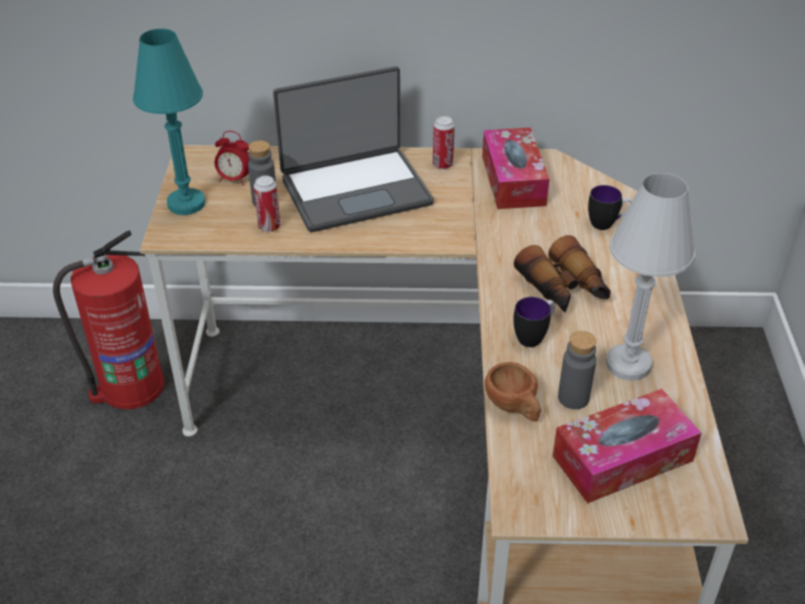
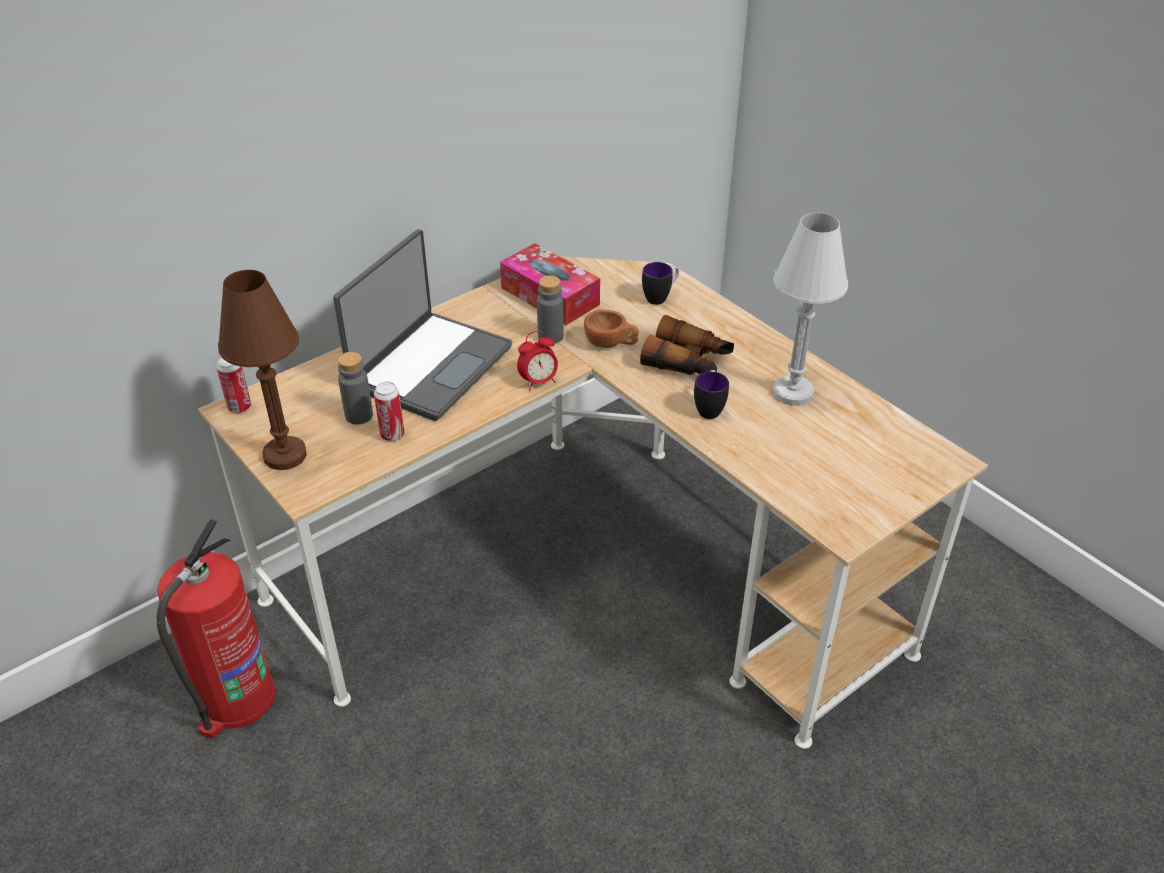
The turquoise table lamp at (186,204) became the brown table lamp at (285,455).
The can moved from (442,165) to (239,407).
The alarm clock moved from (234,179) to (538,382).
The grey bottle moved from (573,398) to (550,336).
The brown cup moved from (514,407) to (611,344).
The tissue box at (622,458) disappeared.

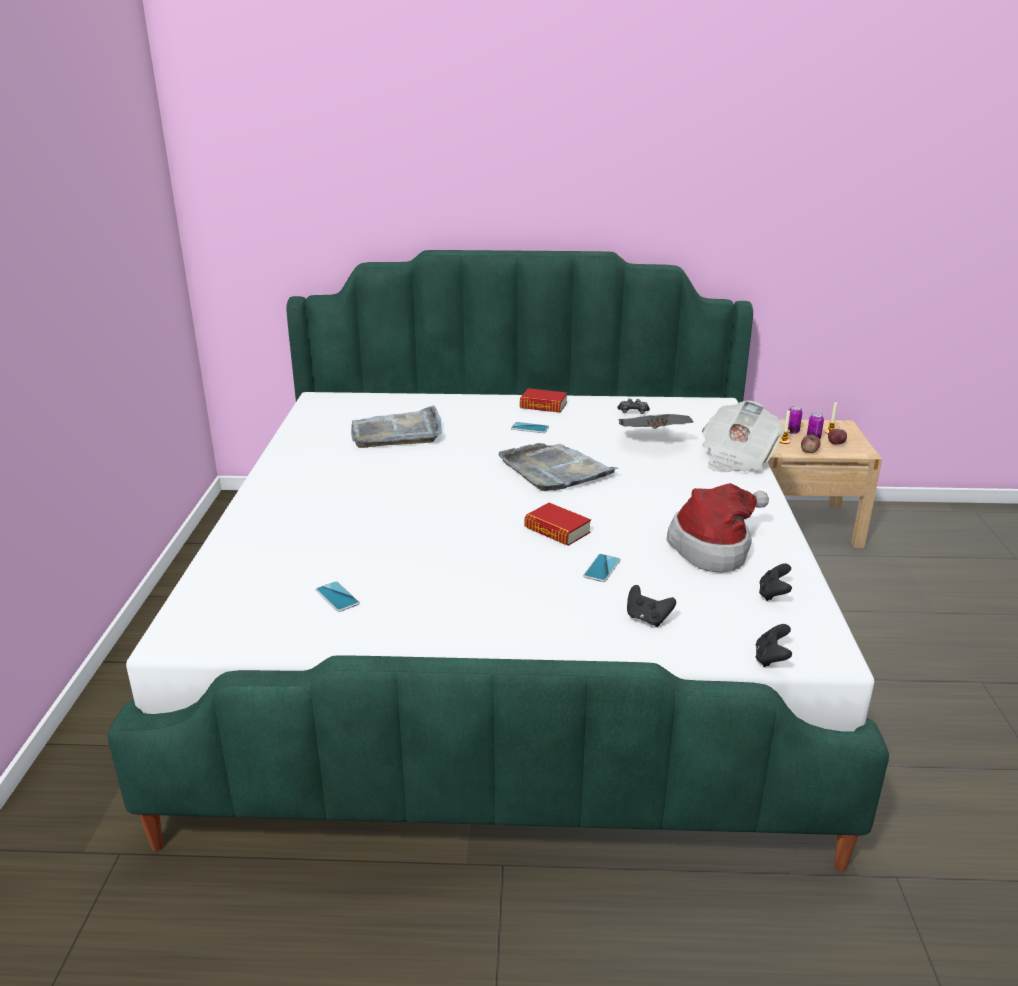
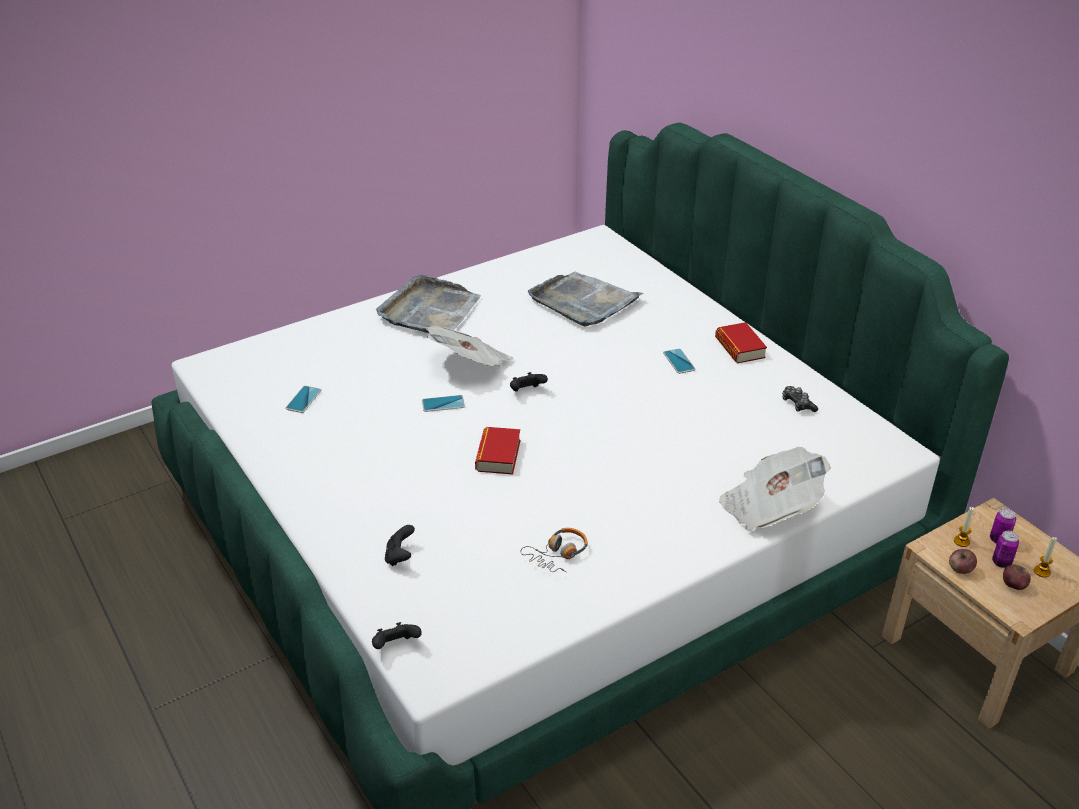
The newspaper moved from (653,440) to (471,365).
The grey tray moved from (554,470) to (429,310).
The hat at (715,547) was replaced by the headphones at (558,554).
The phone moved from (602,568) to (443,404).
The black game controller moved from (773,594) to (527,392).

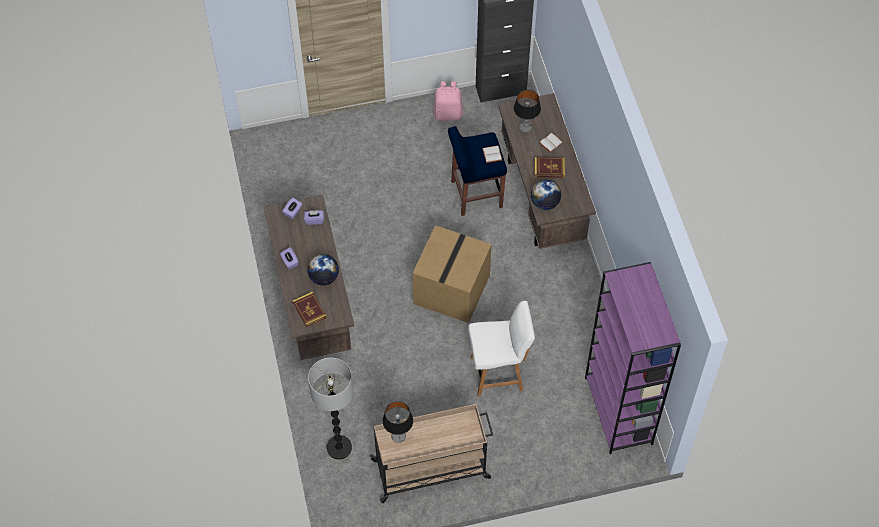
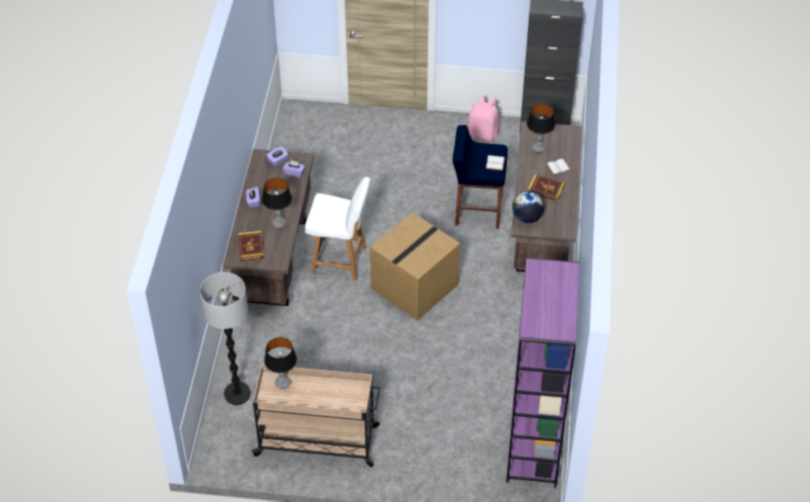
The globe at (324,277) was replaced by the table lamp at (279,223).
The white chair moved from (498,373) to (340,261).

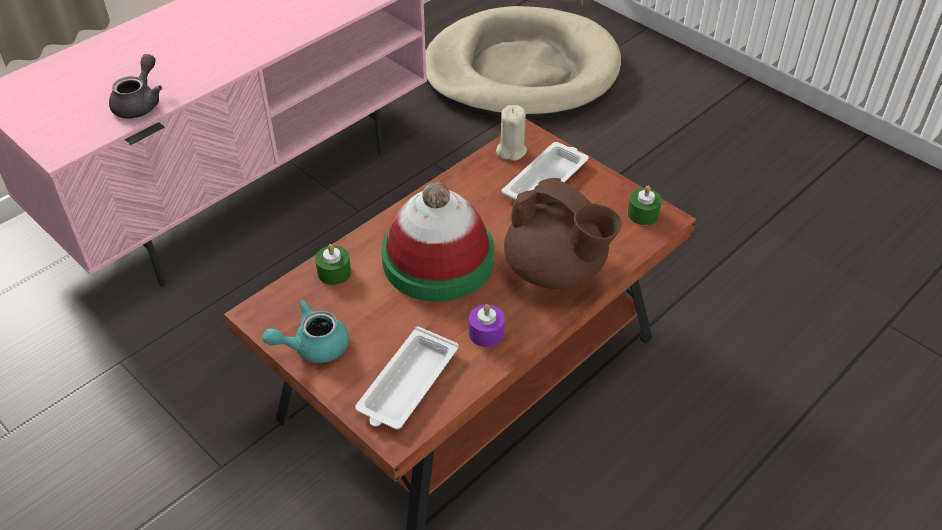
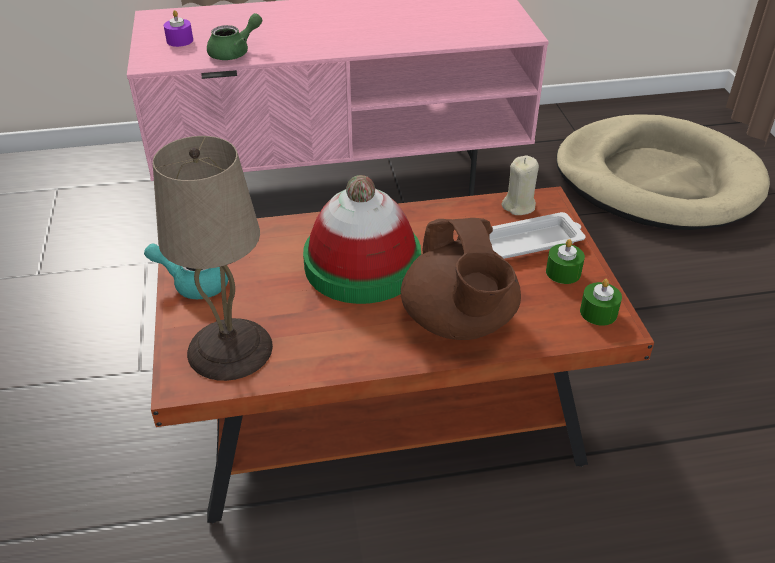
The grey teapot at (140,103) became the green teapot at (235,52).
The green candle moved from (334,272) to (563,272).
The purple candle moved from (486,333) to (180,40).
The white tray at (407,385) was replaced by the beige table lamp at (231,349).

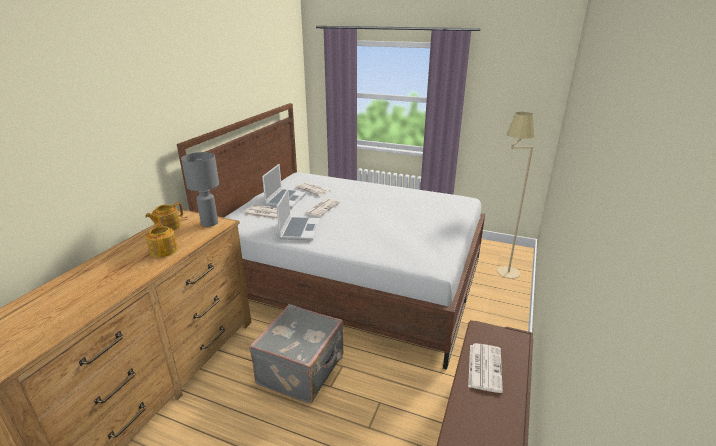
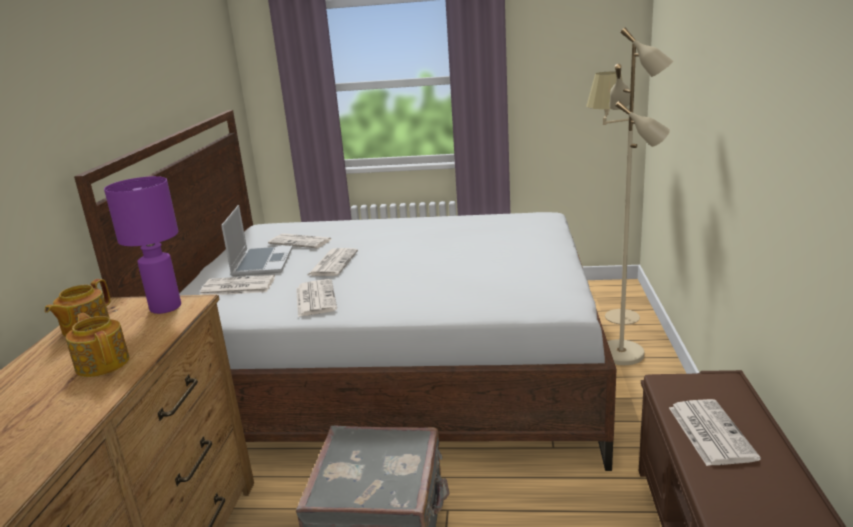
The grey table lamp at (209,223) became the purple table lamp at (164,307).
The laptop at (299,229) was replaced by the newspaper at (315,298).
The beige floor lamp at (622,353) appeared.

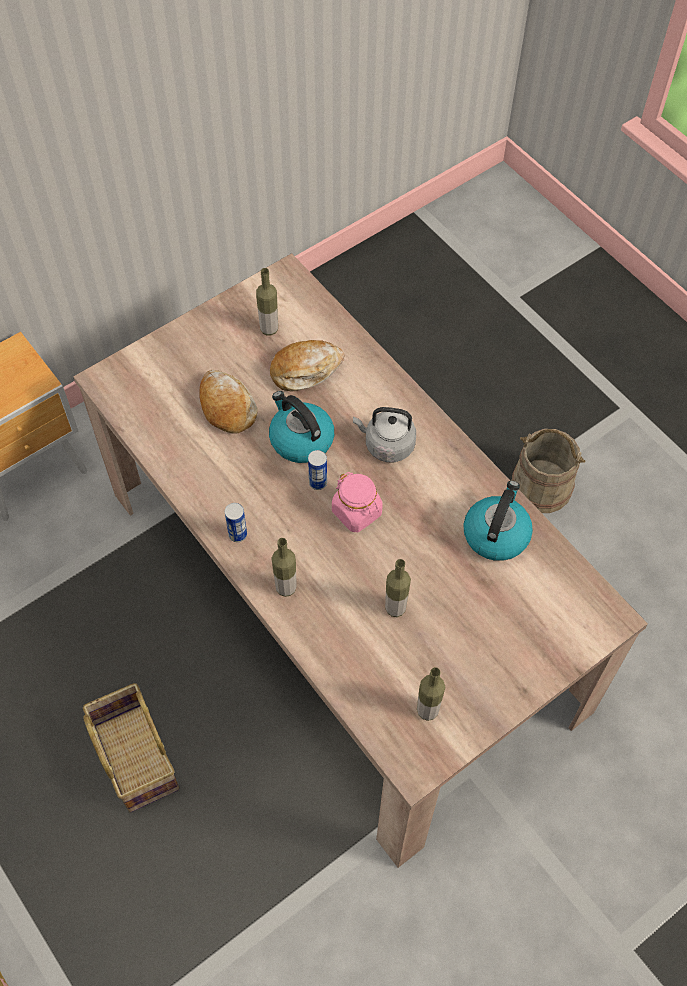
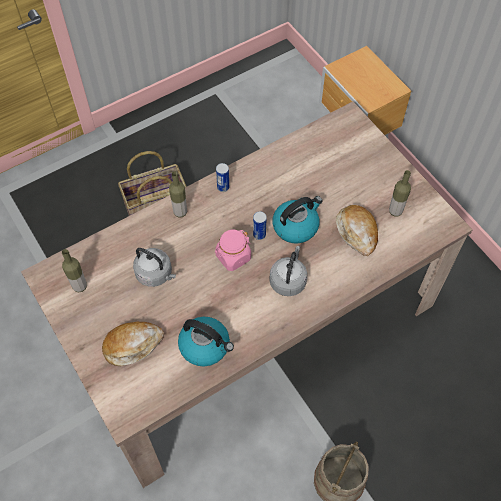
The bread moved from (226,407) to (132,345).
The bottle at (395,608) was replaced by the grey kettle at (156,274).

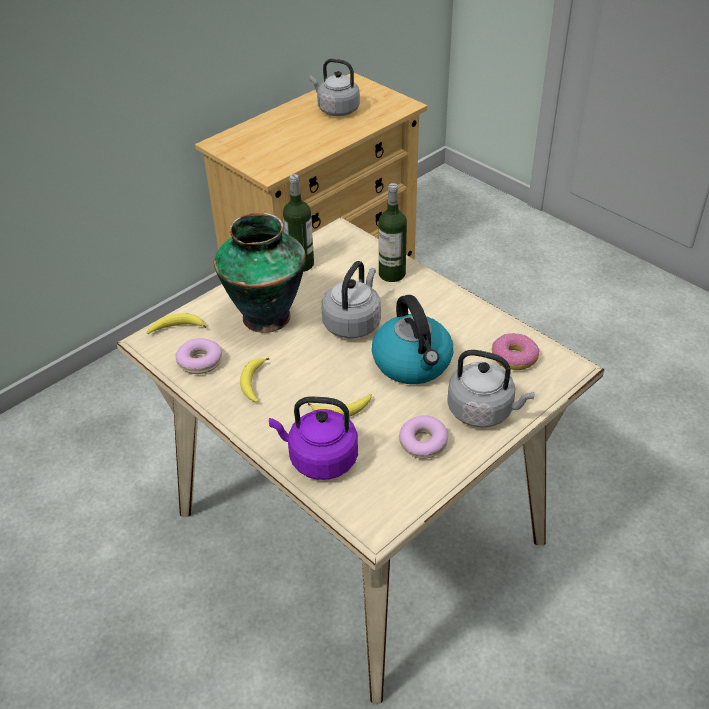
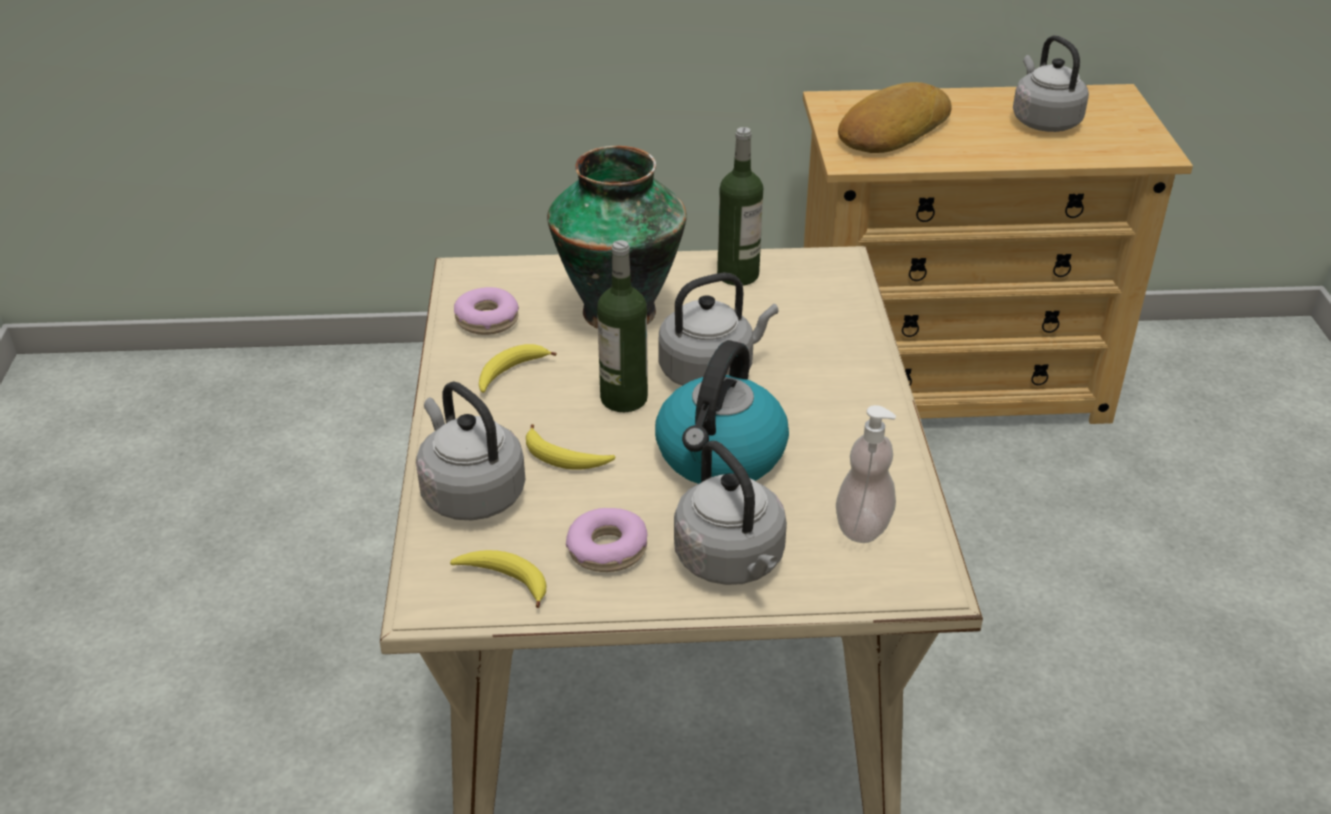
The bottle moved from (392,274) to (624,398).
The banana moved from (176,328) to (504,580).
The donut at (514,358) was replaced by the soap dispenser at (863,526).
The purple kettle at (319,459) became the grey kettle at (470,493).
The bread at (891,130) appeared.

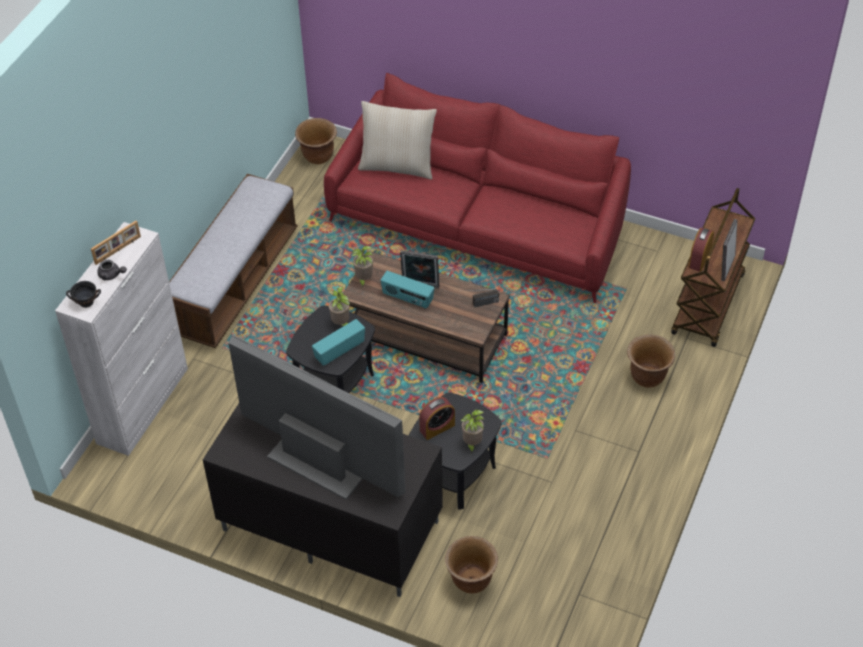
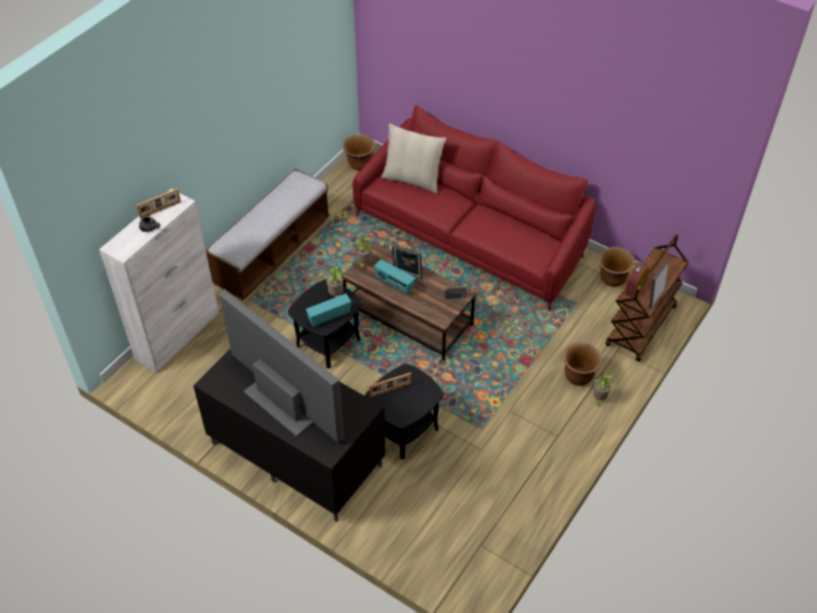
The black bowl at (86,302) disappeared.
The alarm clock at (437,427) was replaced by the picture frame at (390,390).
The potted plant moved from (472,444) to (598,399).
The brown planter moved from (471,581) to (612,279).

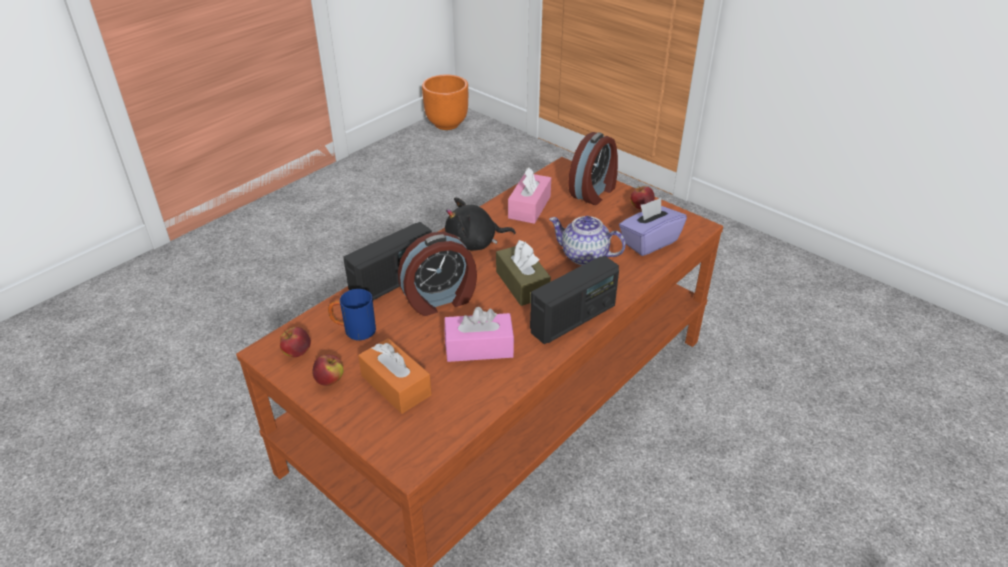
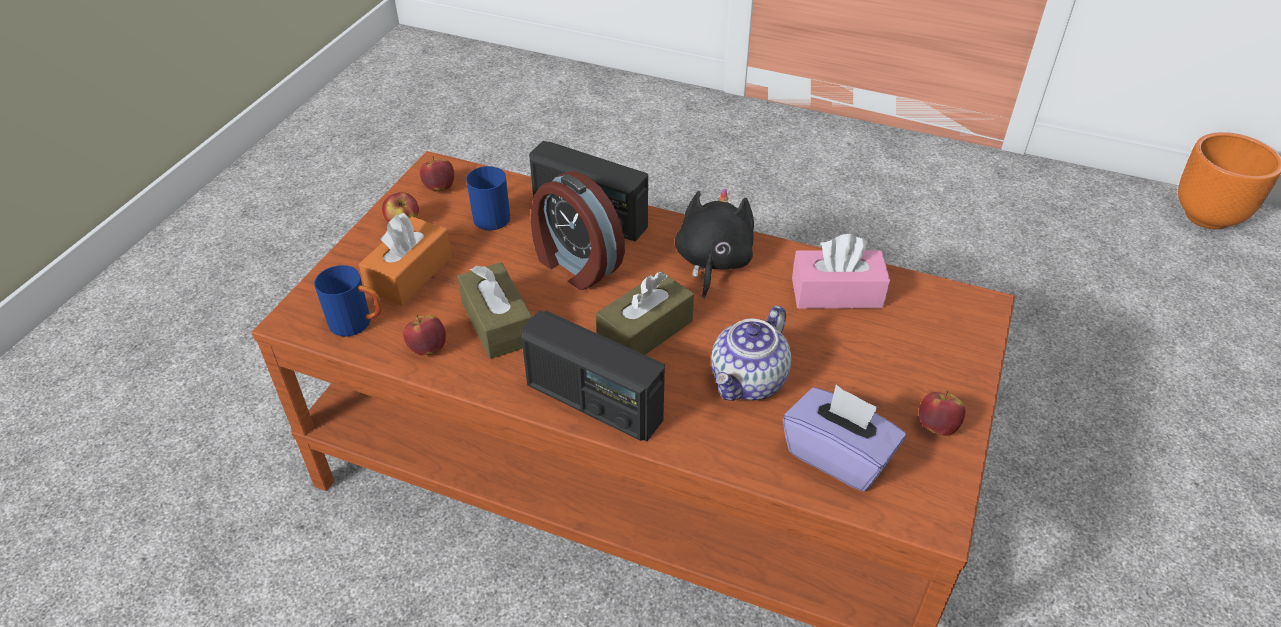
The alarm clock at (594,192) disappeared.
The black plush toy at (475,243) turned 45 degrees clockwise.
The teapot at (584,256) turned 150 degrees counterclockwise.
The pink tissue box at (479,347) became the brown tissue box at (497,323).
The blue mug at (358,323) appeared.
The apple at (427,349) appeared.

